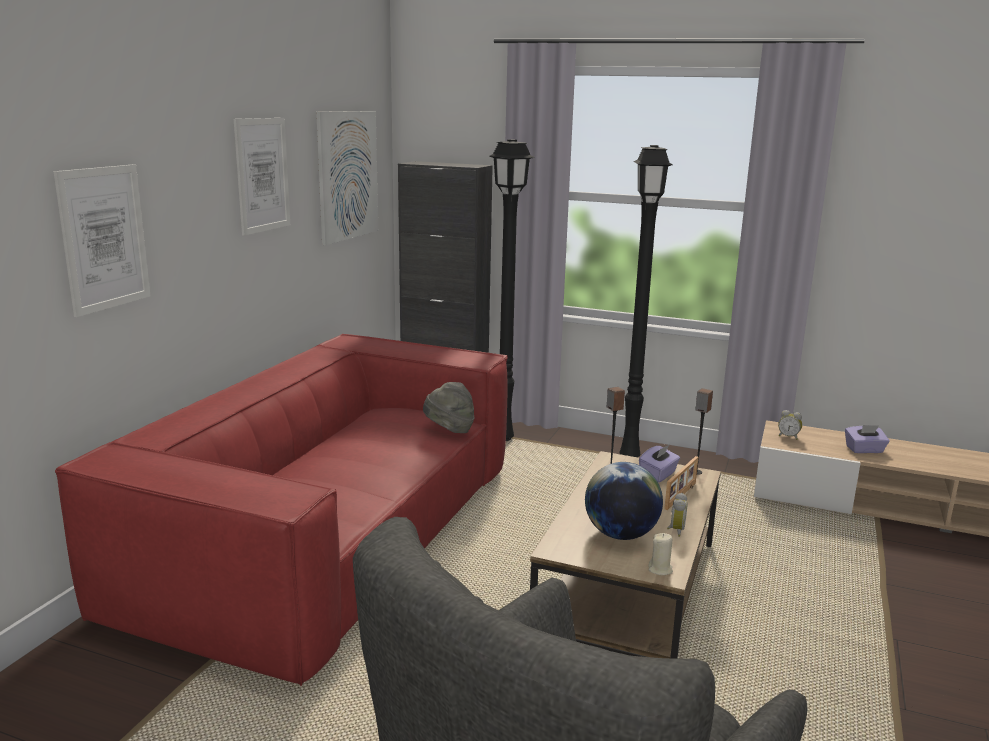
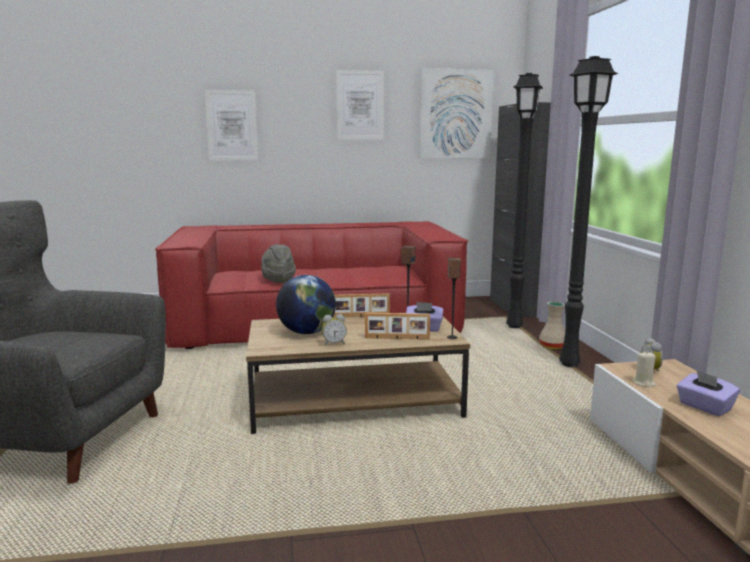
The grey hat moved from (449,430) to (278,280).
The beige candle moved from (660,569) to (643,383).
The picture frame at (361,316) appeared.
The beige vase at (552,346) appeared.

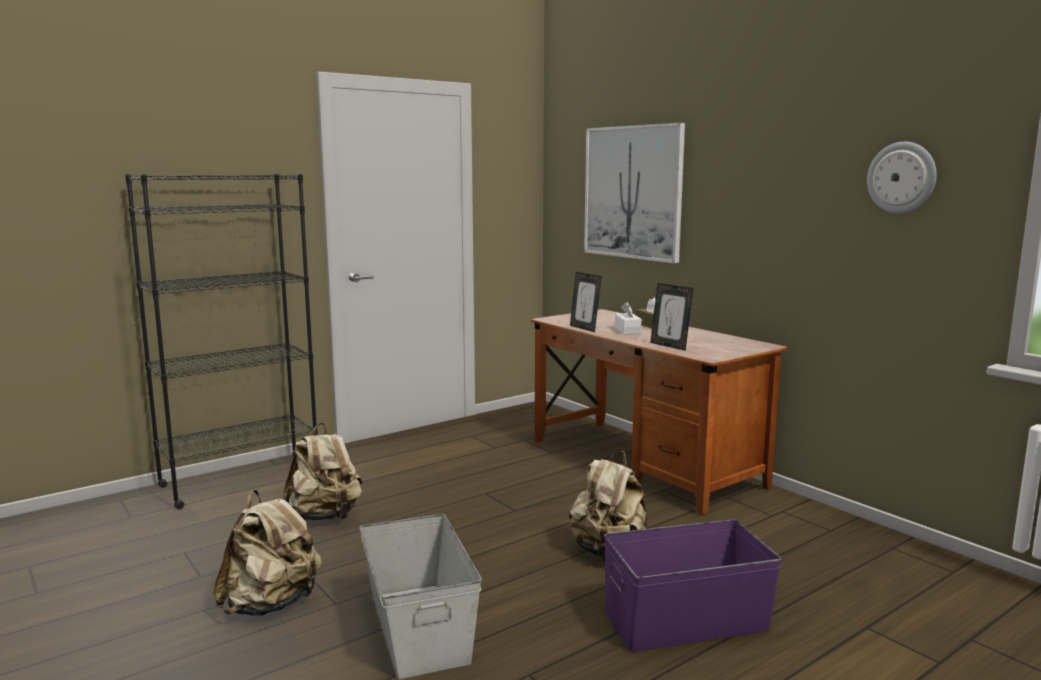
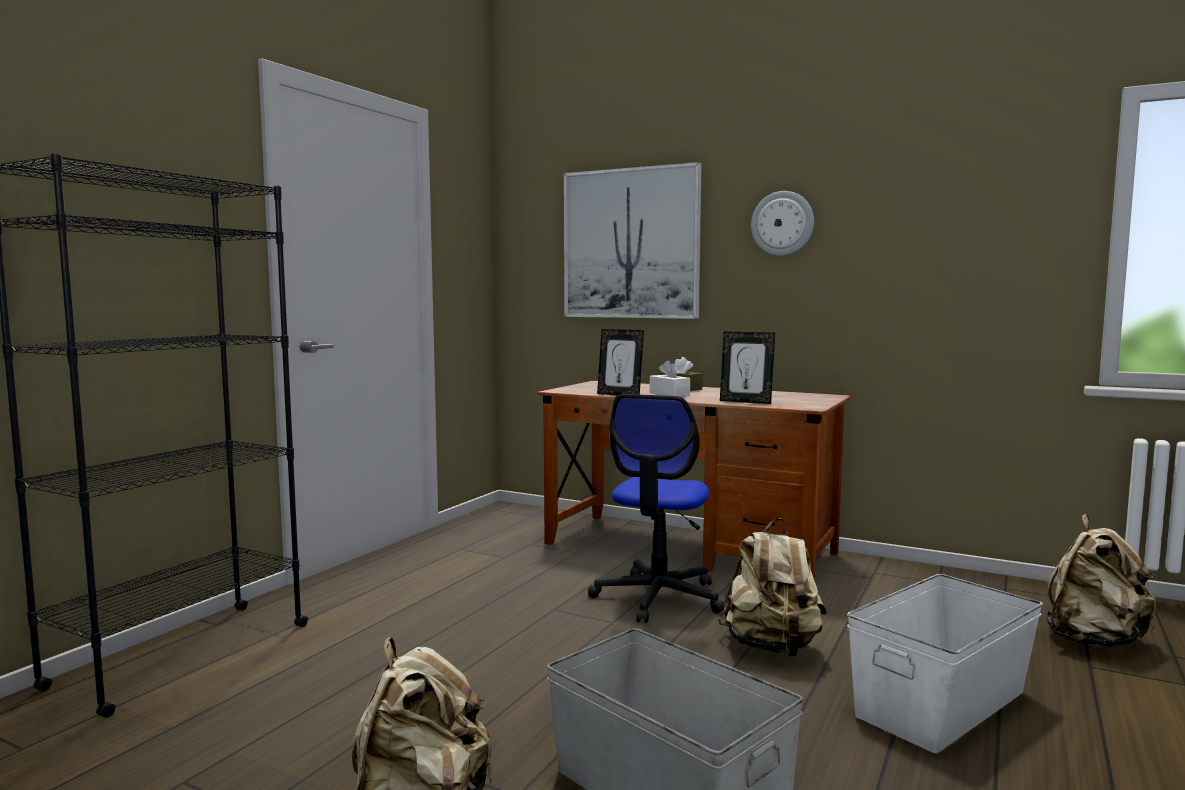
The wall clock moved from (902,177) to (782,223).
The beige backpack moved from (325,517) to (1094,641).
The purple storage box at (687,622) became the white storage box at (942,703).
The office chair at (658,598) appeared.

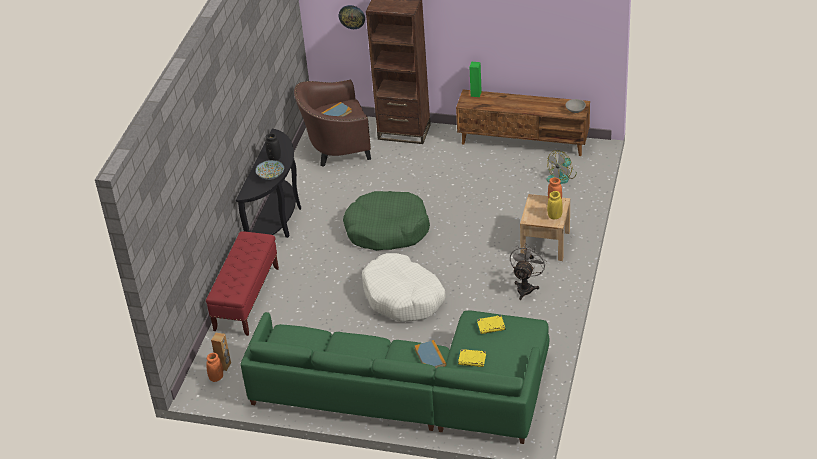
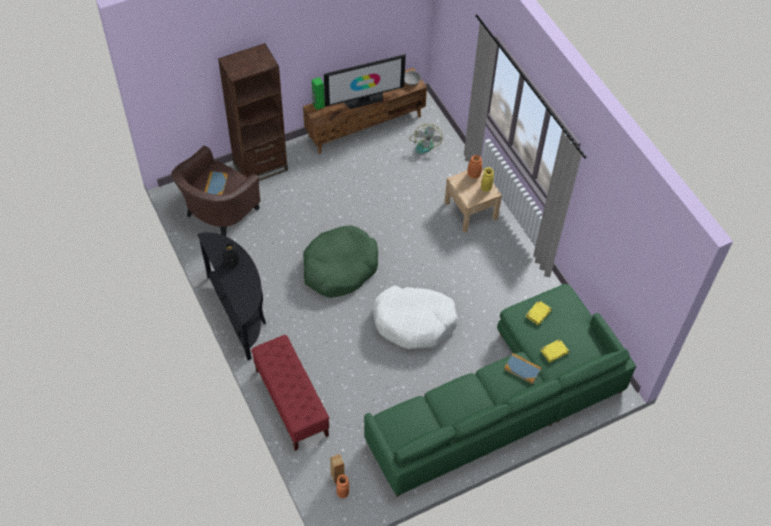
The wall clock at (352,16) disappeared.
The bowl at (270,176) disappeared.
The grey fan at (526,287) disappeared.
The television at (364,99) appeared.

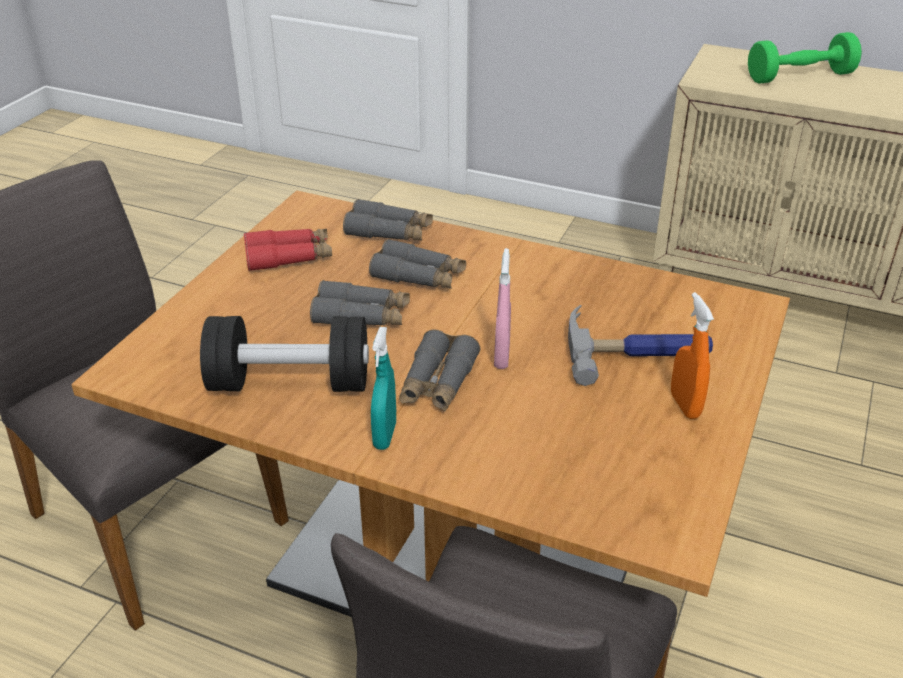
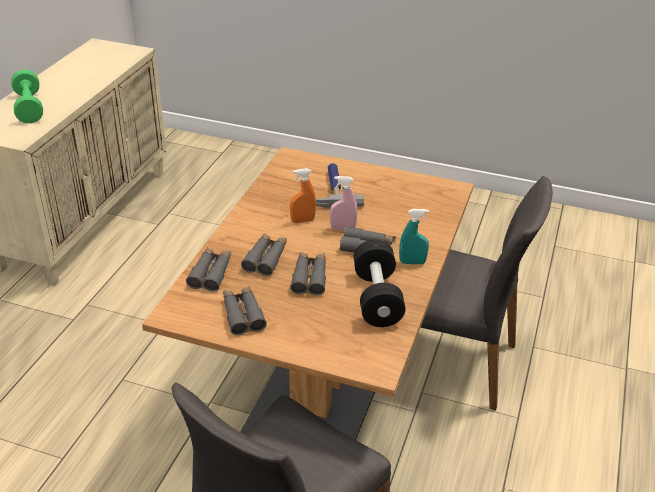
The red binoculars at (289,257) became the grey binoculars at (243,315).
The orange spray bottle moved from (685,405) to (302,220).

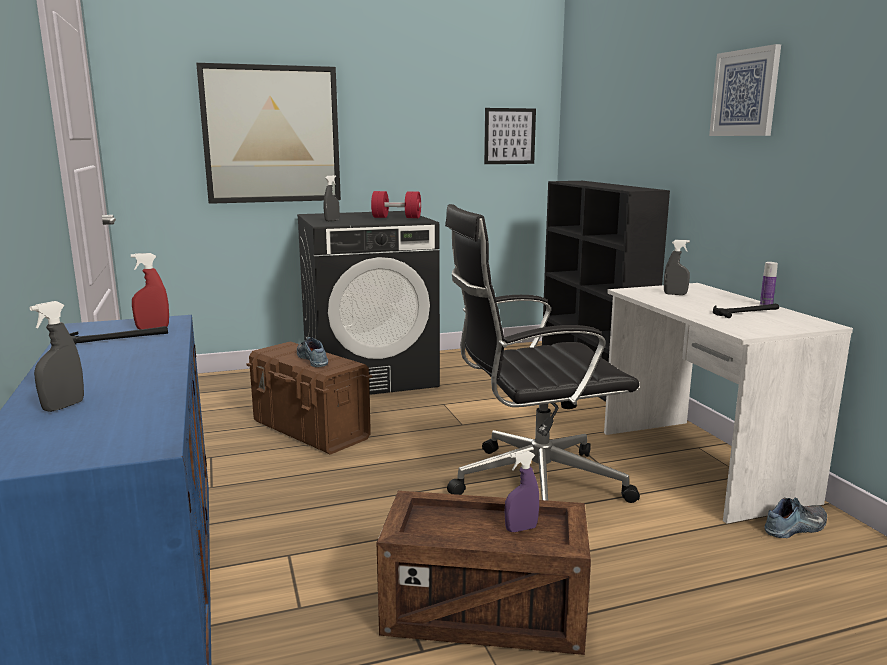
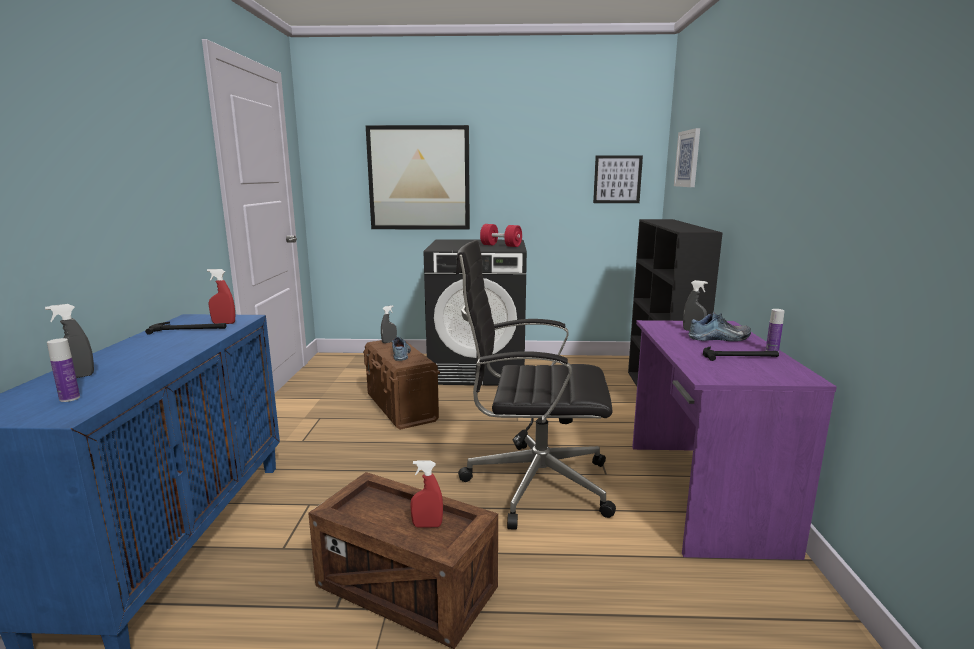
The picture moved from (745,93) to (688,158).
The grey spray bottle moved from (332,220) to (389,342).
The white desk at (700,465) became the purple desk at (701,494).
The purple spray bottle at (521,529) became the red spray bottle at (427,525).
The shoe moved from (797,528) to (720,338).
The bottle at (69,398) appeared.

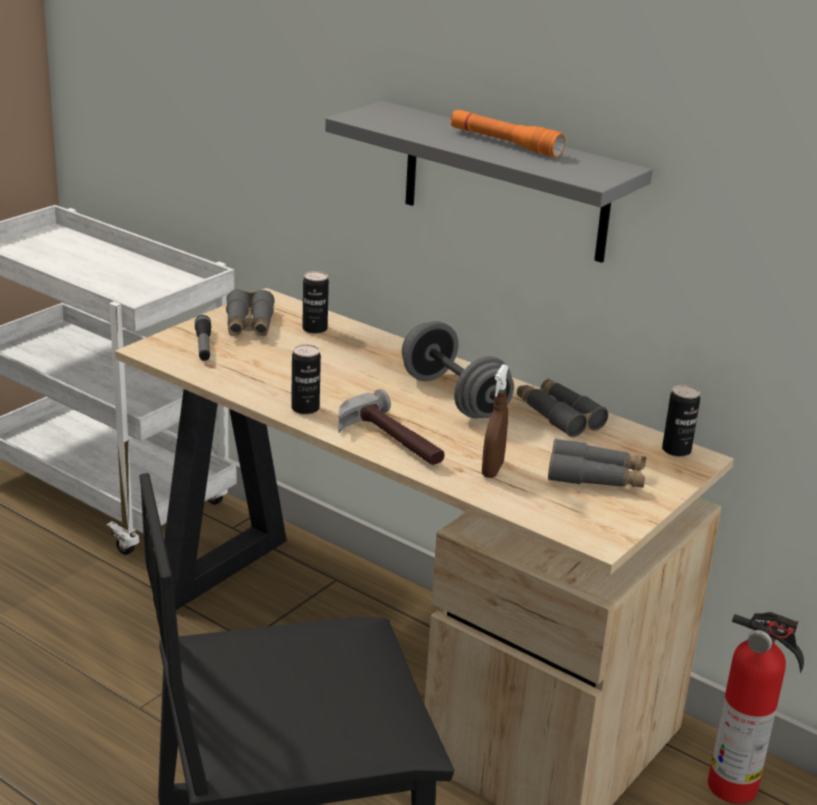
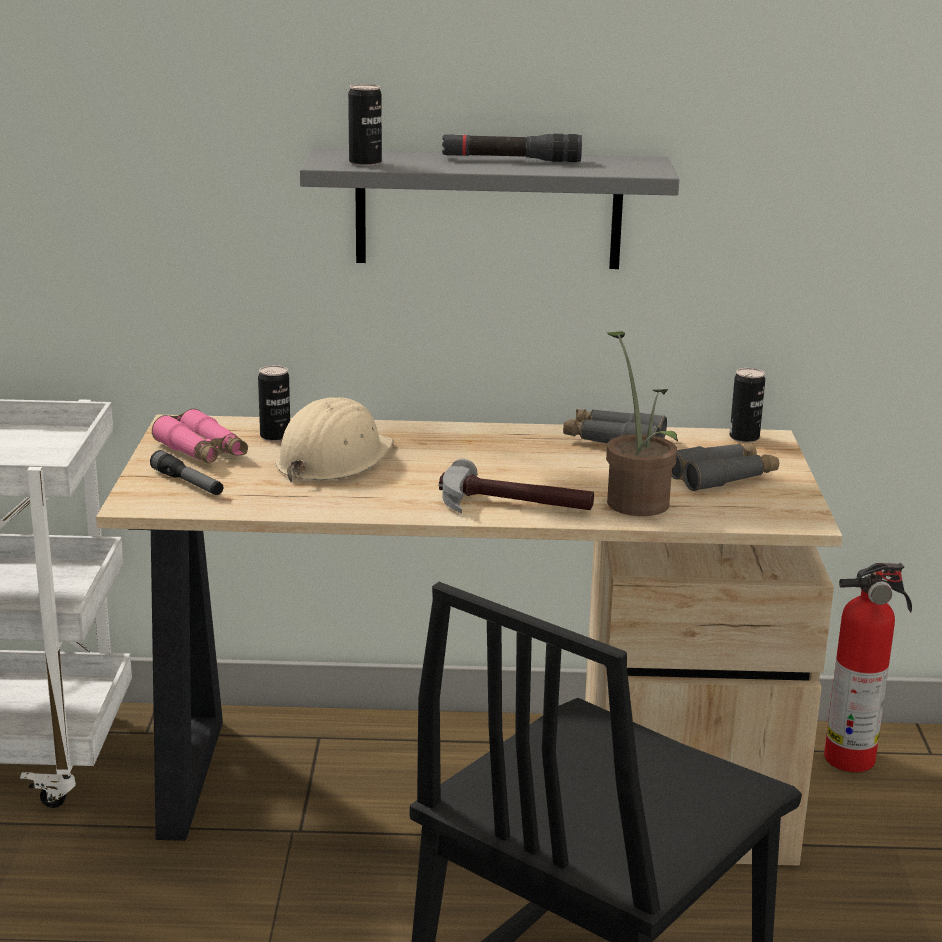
The orange flashlight at (504,143) became the black flashlight at (511,160).
The grey binoculars at (249,325) became the pink binoculars at (202,452).
The grey dumbbell at (454,397) disappeared.
The can moved from (305,408) to (365,163).
The brown spray bottle at (492,470) was replaced by the potted plant at (636,499).
The beige hard hat at (333,459) appeared.

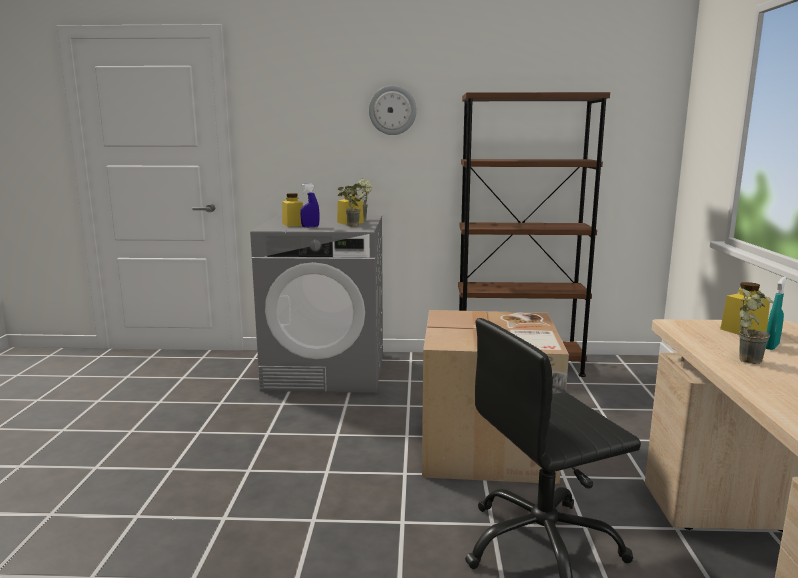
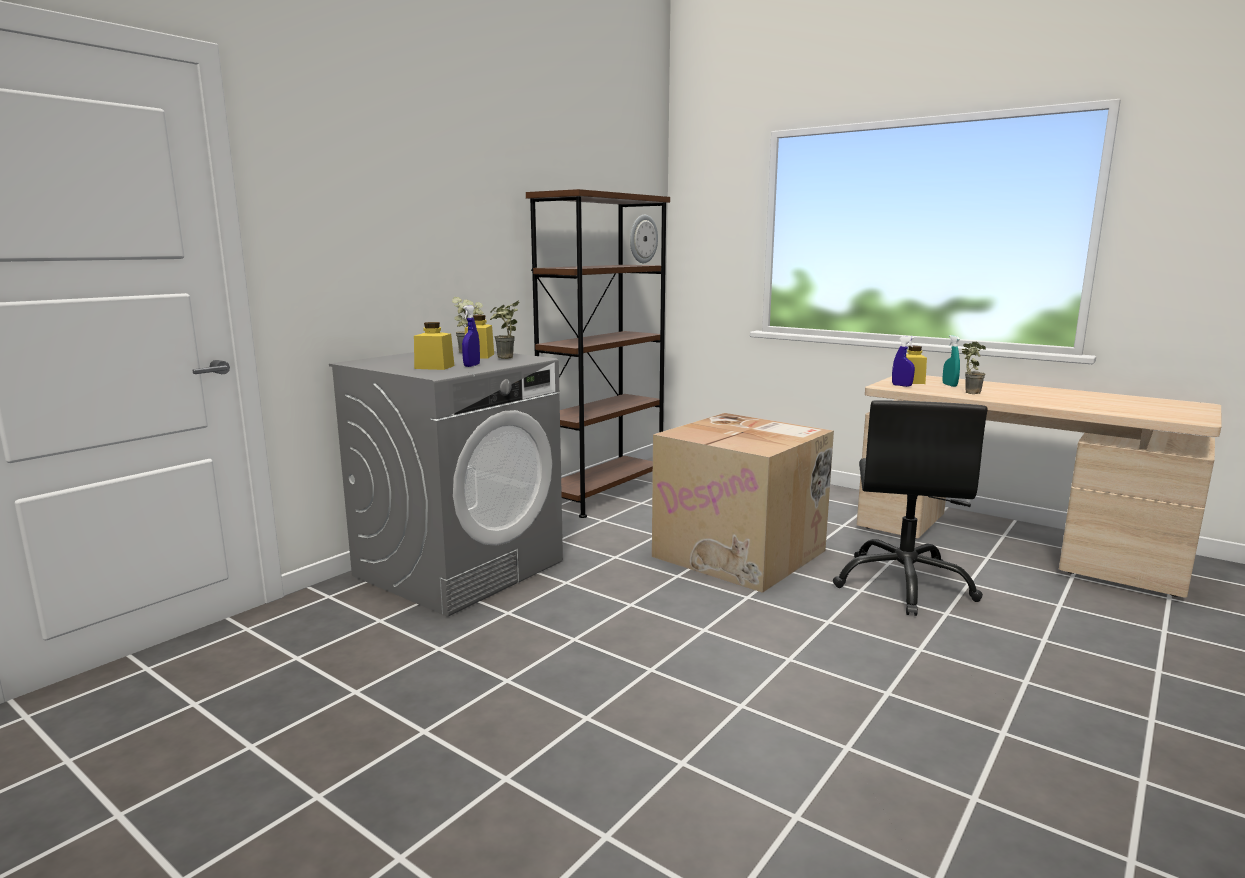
The wall clock moved from (392,110) to (642,239).
The blue spray bottle at (901,385) appeared.

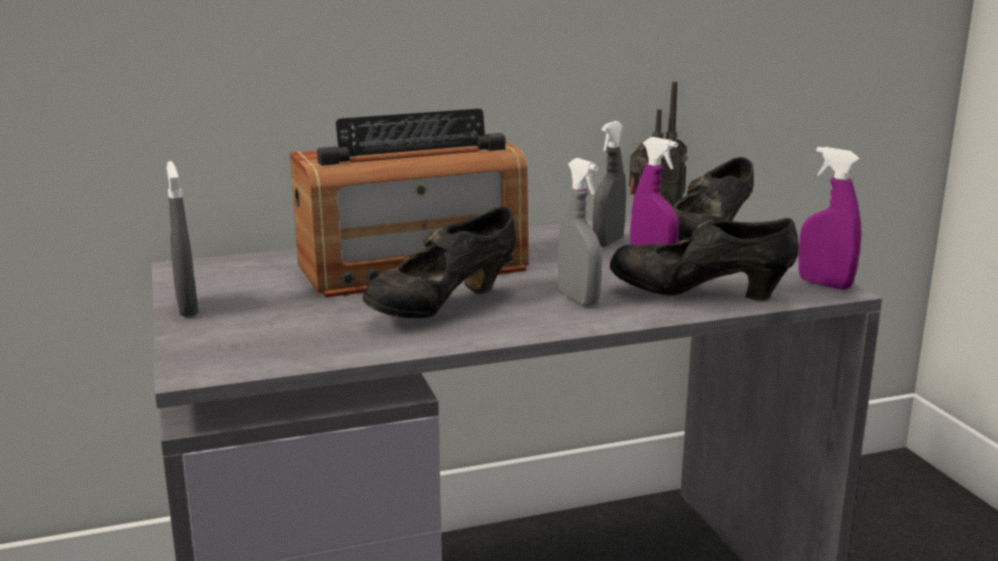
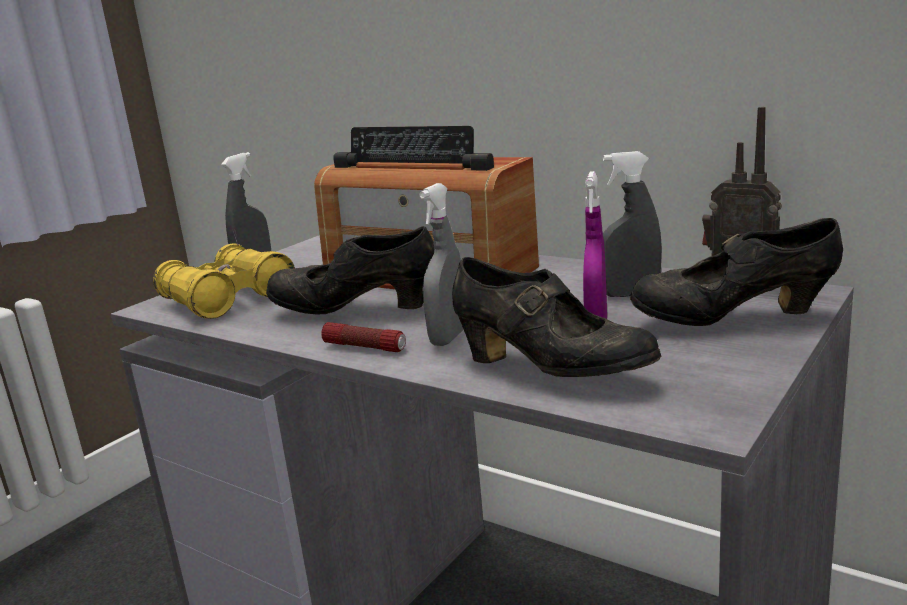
The purple spray bottle at (824,284) disappeared.
The black shoe at (699,295) turned 150 degrees clockwise.
The yellow binoculars at (228,299) appeared.
The flashlight at (365,347) appeared.

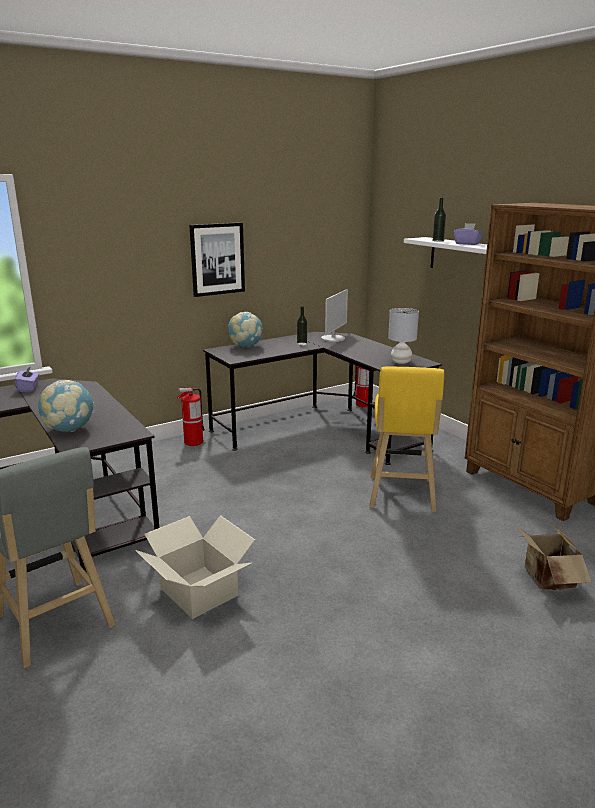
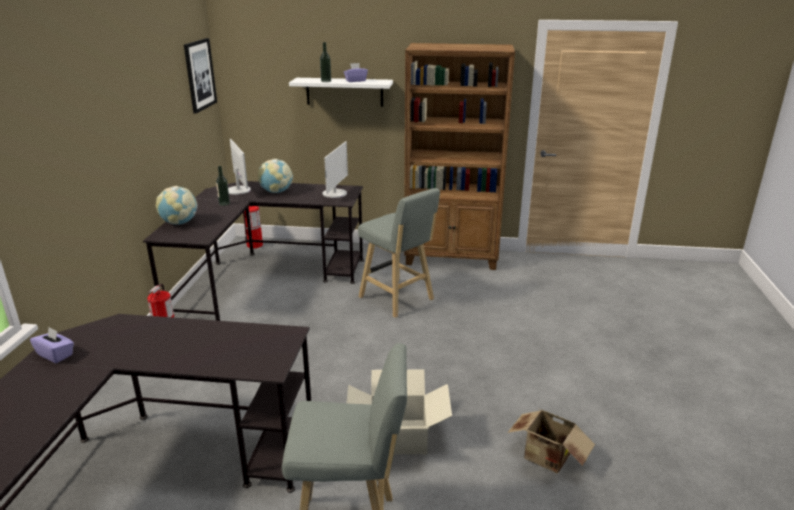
The picture moved from (217,259) to (199,75).
The grey table lamp at (401,362) was replaced by the monitor at (335,193).
The yellow stool at (401,495) became the grey stool at (398,300).
The globe moved from (69,429) to (276,192).
The cardboard box moved from (546,579) to (547,459).

